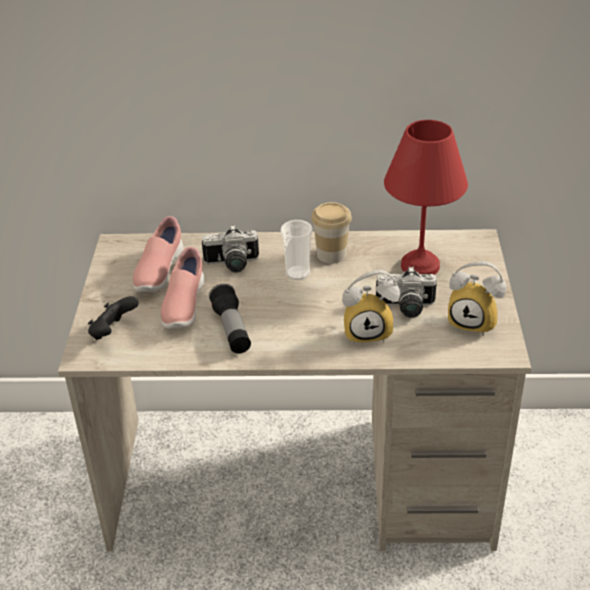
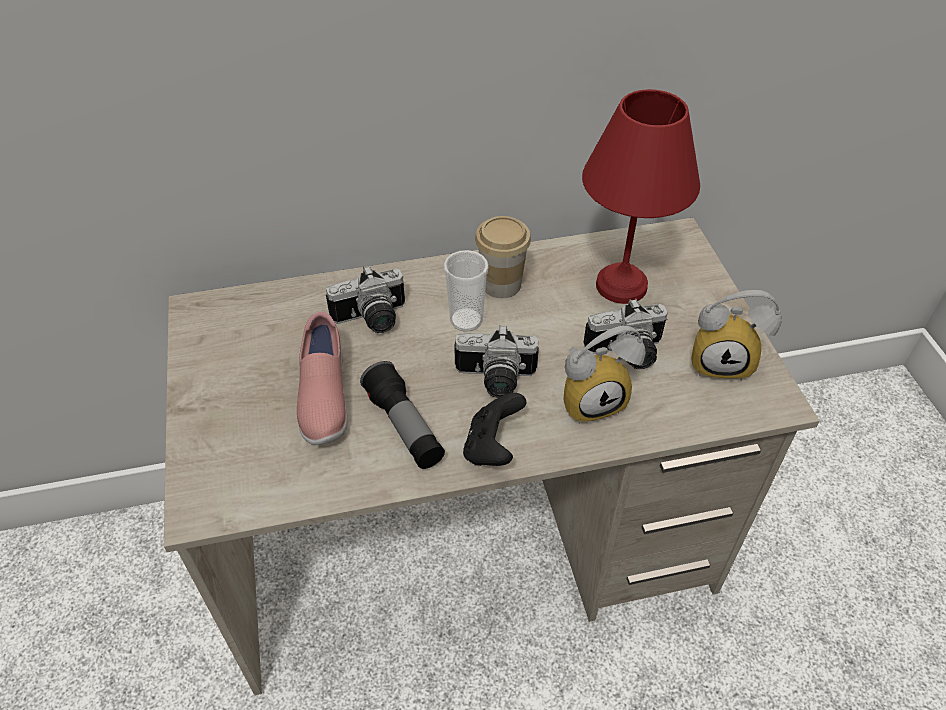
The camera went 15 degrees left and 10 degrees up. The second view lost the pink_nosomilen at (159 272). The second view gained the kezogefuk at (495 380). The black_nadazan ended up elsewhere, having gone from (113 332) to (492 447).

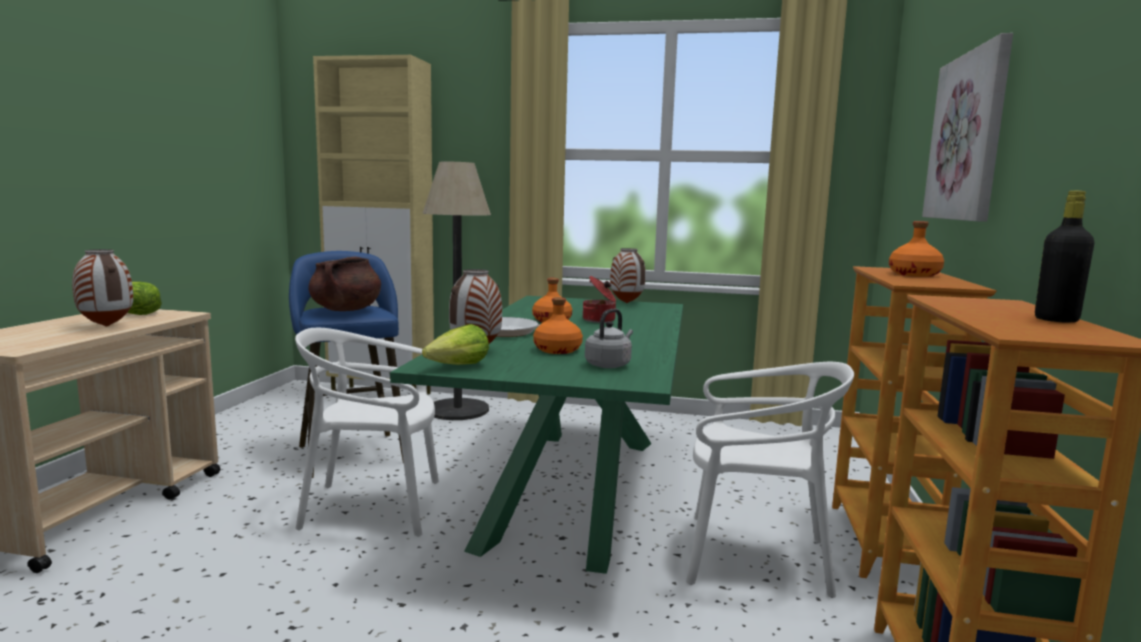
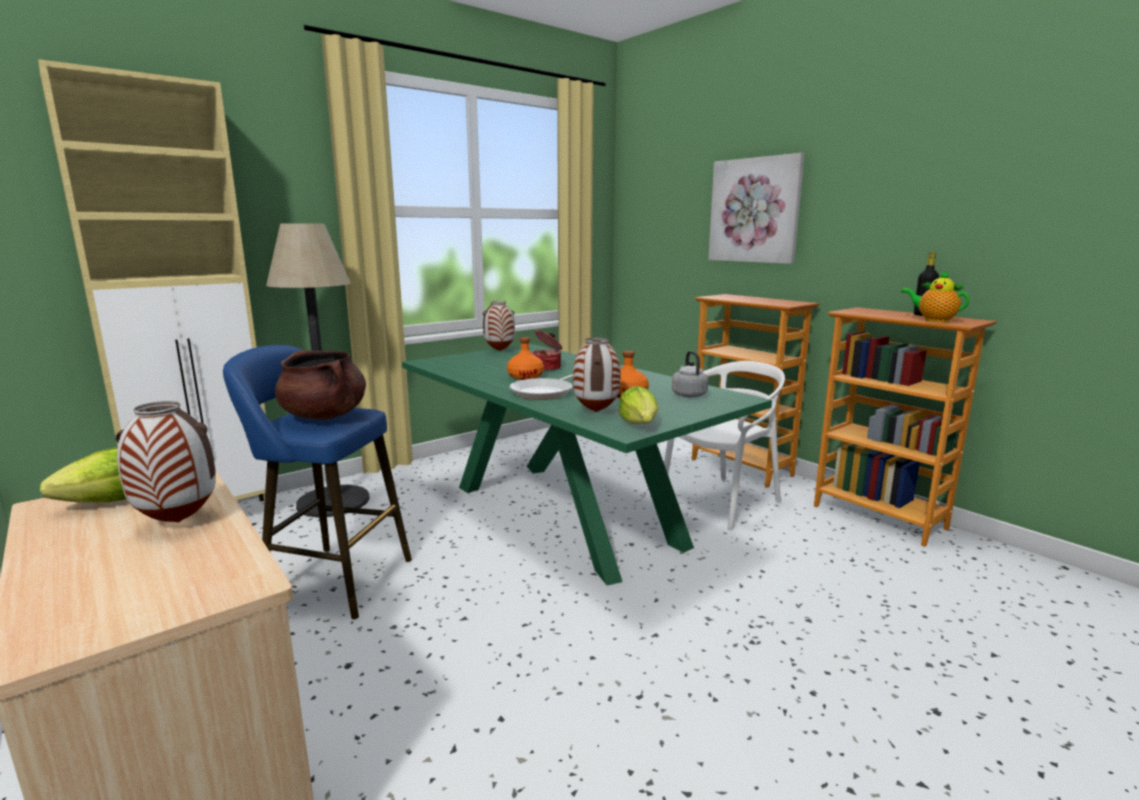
The camera went 50 degrees left and 5 degrees up. The second view lost the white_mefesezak at (374 506). The second view lost the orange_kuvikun at (914 274). The second view gained the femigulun at (933 320).

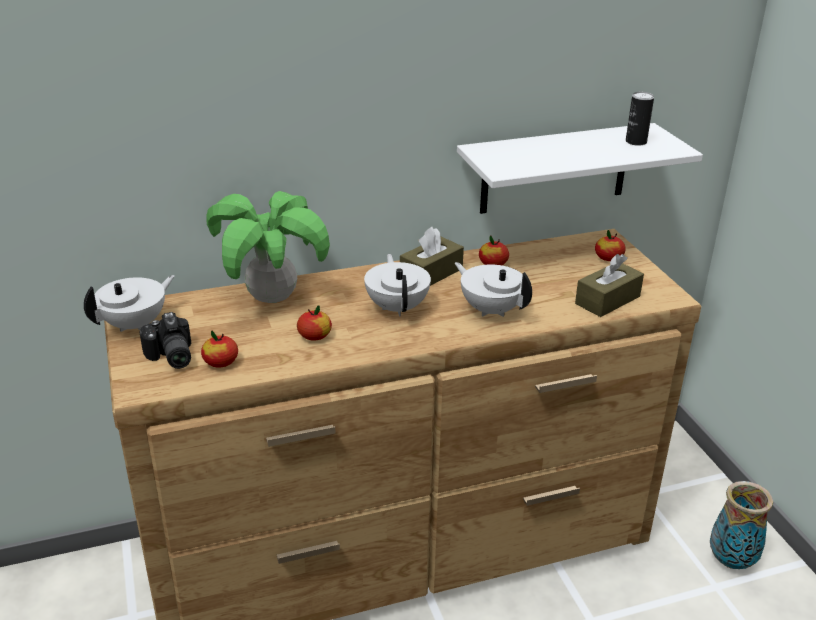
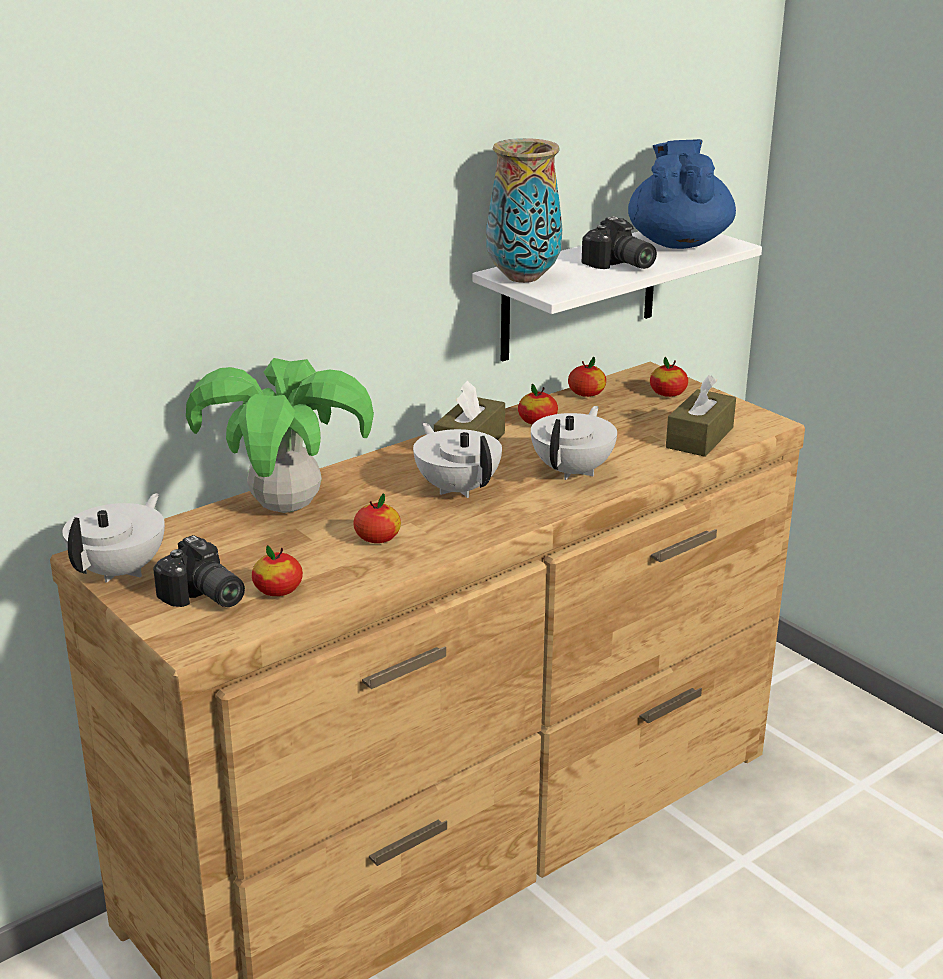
The camera went 20 degrees left and 5 degrees down. The second view gained the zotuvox at (586 393). The second view gained the kezogefuk at (619 265). The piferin ended up elsewhere, having gone from (730 561) to (522 278). Where the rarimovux stood at (636 142), the blue_femigulun came to stand at (678 243). The white_femigulun at (491 309) ended up facing another way, 90 degrees clockwise from before.

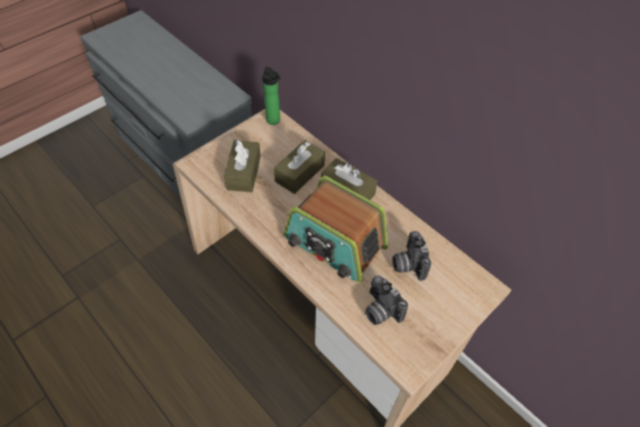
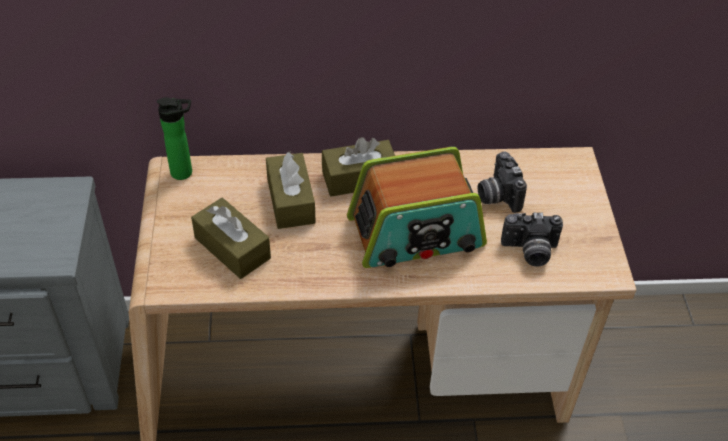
The camera went 50 degrees left and 5 degrees down. The kezogefuk at (407 264) ended up facing another way, 45 degrees clockwise from before.

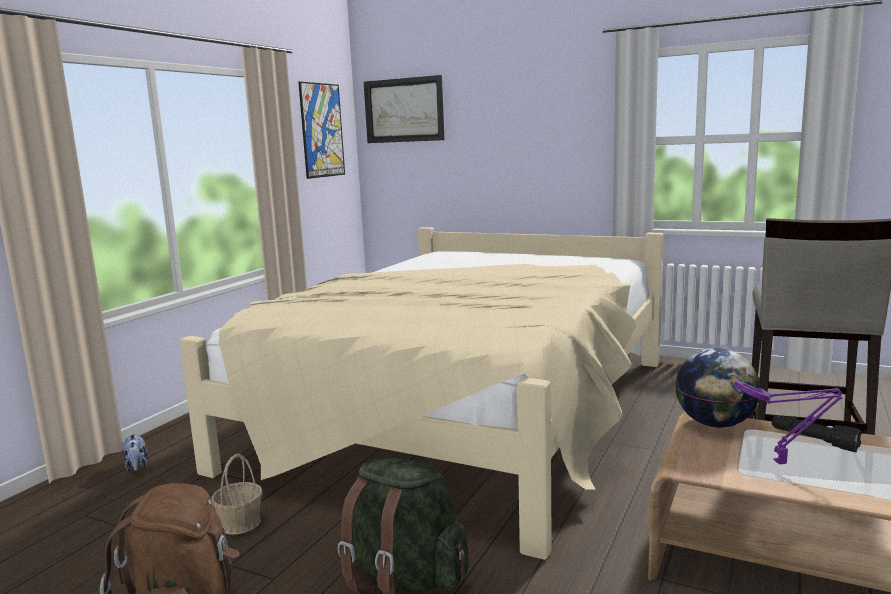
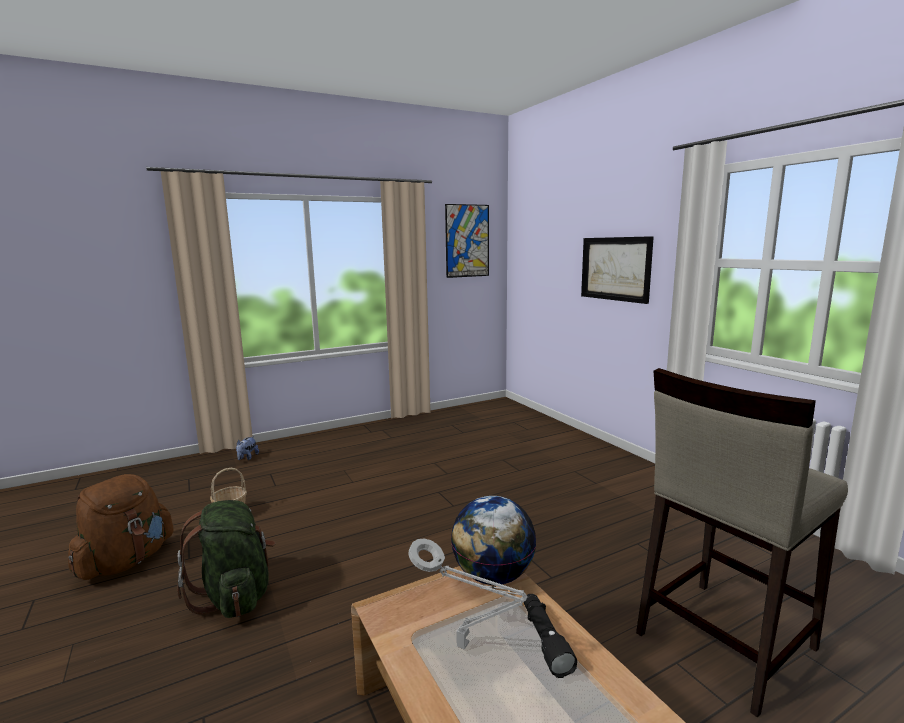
The camera went 35 degrees right and 0 degrees up. The second view lost the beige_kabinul at (466 412). The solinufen ended up elsewhere, having gone from (404 110) to (615 268). What was the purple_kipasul at (783 462) turned into the grey_kipasul at (466 647).

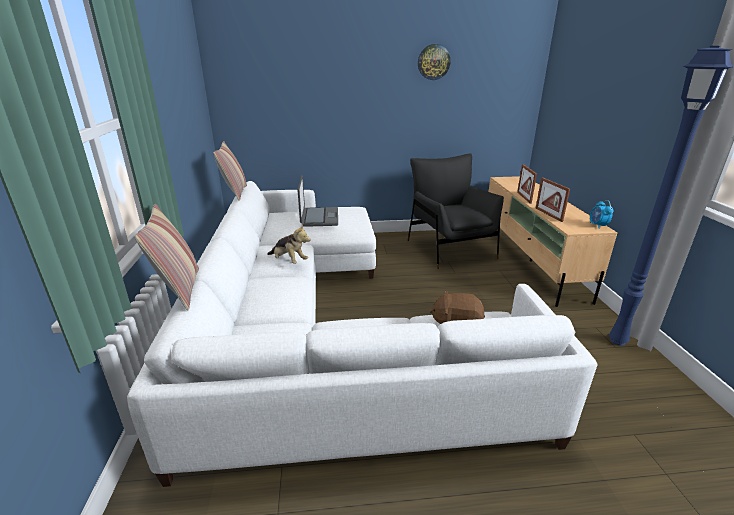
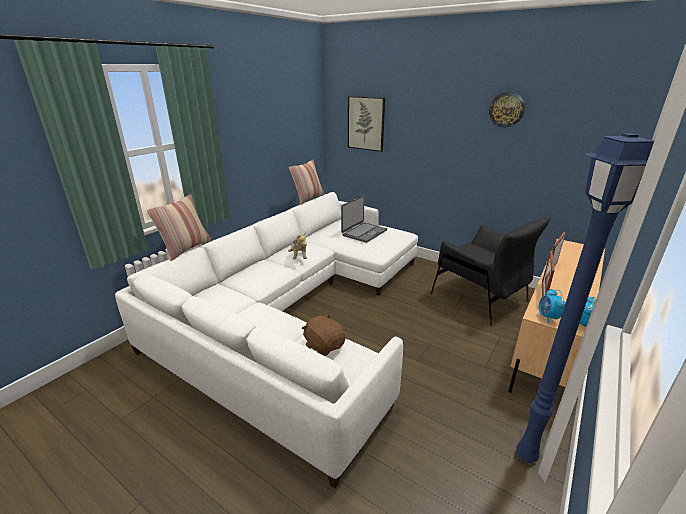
The camera went 40 degrees right and 0 degrees up. The second view gained the solinufen at (366 123). The second view gained the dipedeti at (547 317). The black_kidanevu at (450 249) ended up facing another way, 120 degrees clockwise from before.

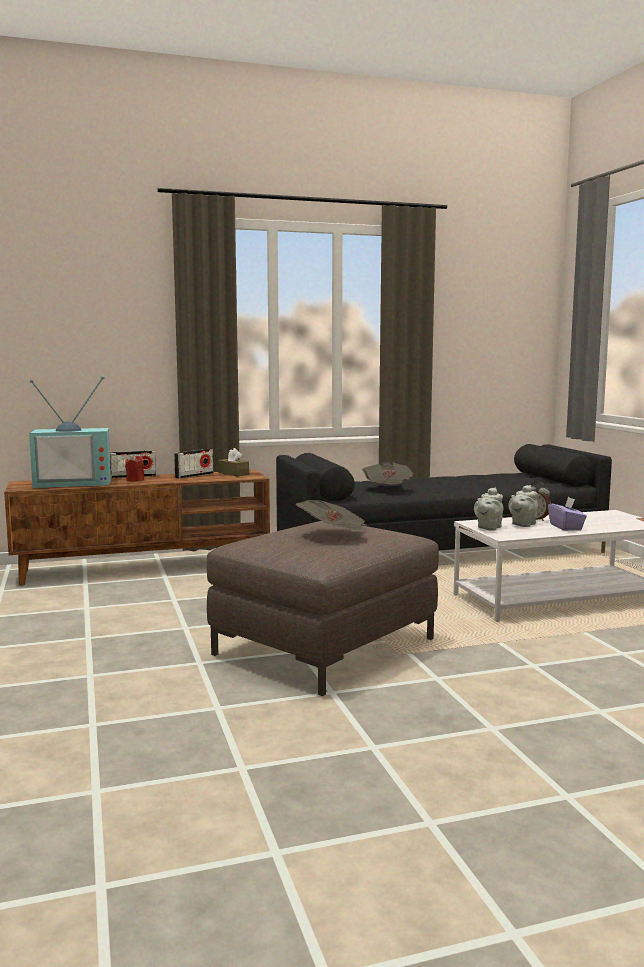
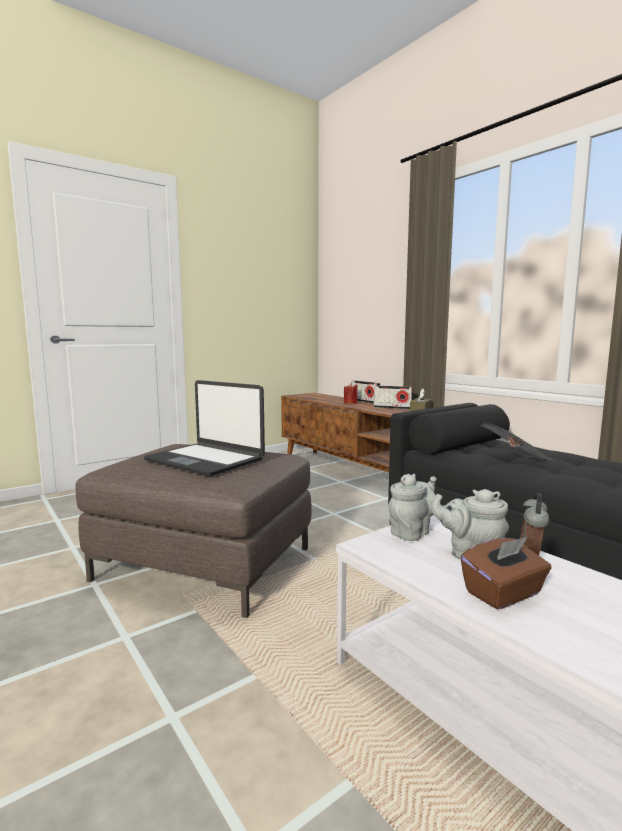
The camera went 70 degrees right and 0 degrees up. The second view lost the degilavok at (74 483). Where the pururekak stood at (334 535), the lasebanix came to stand at (205 460). What was the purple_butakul at (566 527) turned into the brown_butakul at (504 593). The grey_femigulun at (488 528) ended up facing another way, 120 degrees clockwise from before.

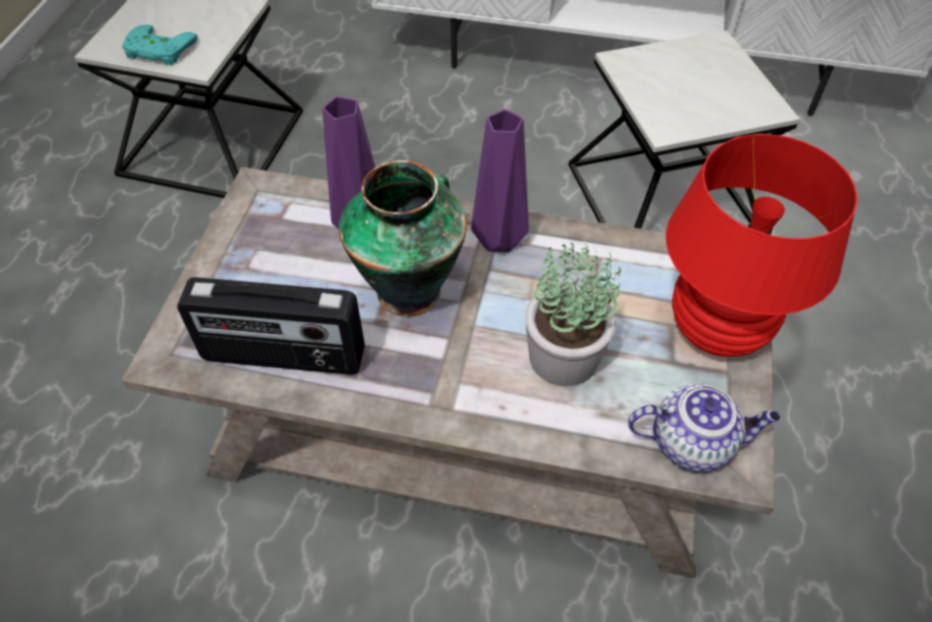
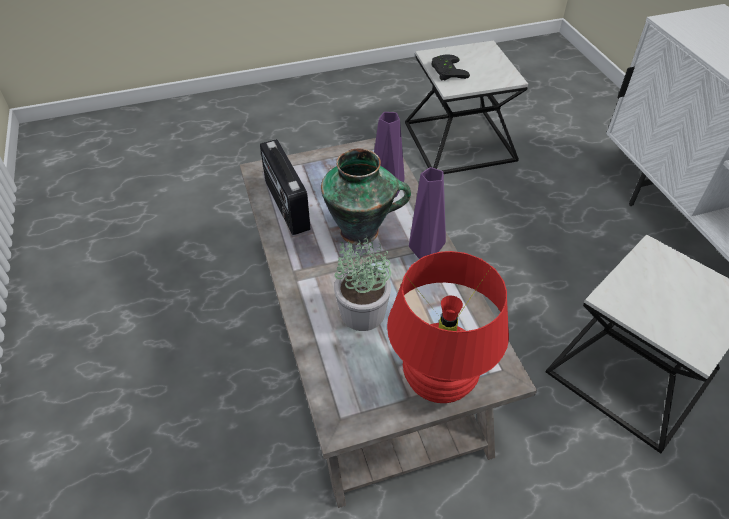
The camera went 60 degrees right and 5 degrees down. The second view lost the femigulun at (693 442). What was the turquoise_nadazan at (158 51) turned into the black_nadazan at (446 71).

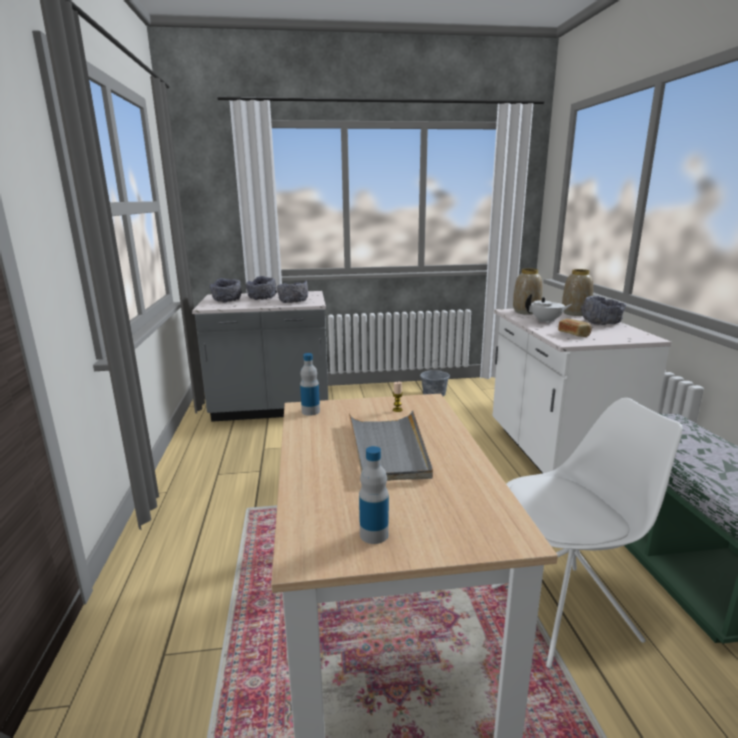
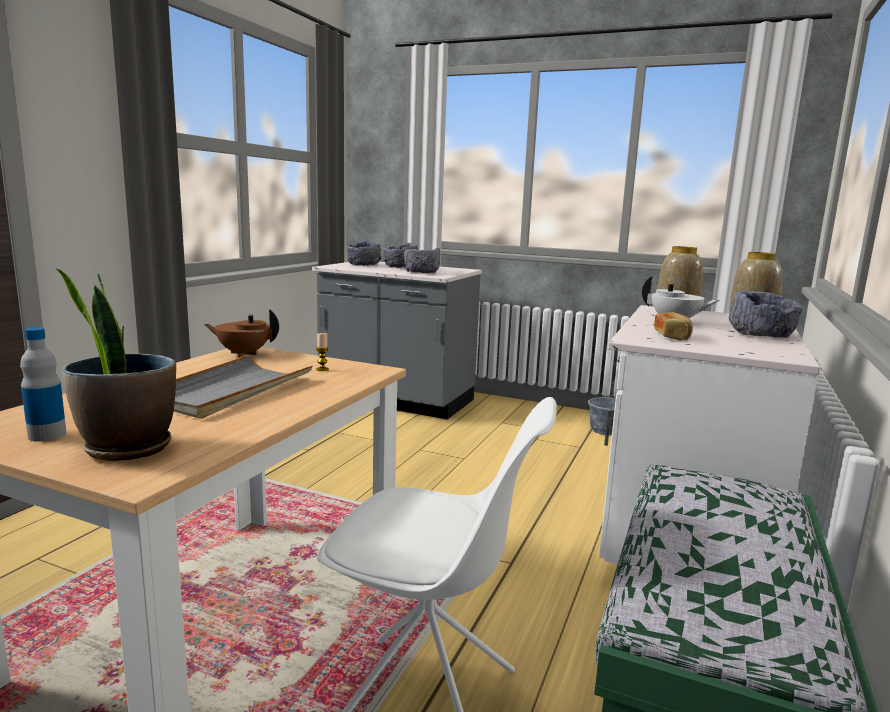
The camera went 30 degrees right and 5 degrees down. The second view gained the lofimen at (127 448). Where the kuvikun stood at (310 411), the brown_femigulun came to stand at (243 353).

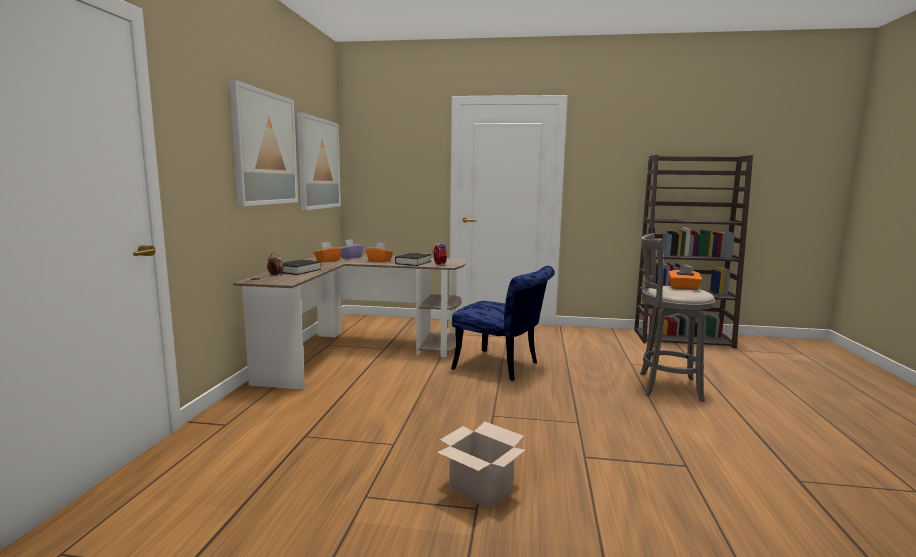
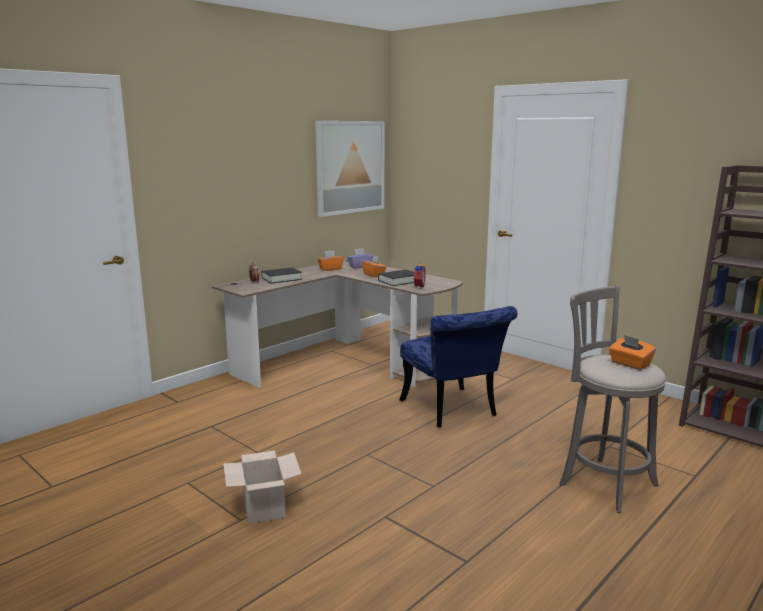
The camera went 35 degrees right and 5 degrees up. The second view lost the solinufen at (265 148).

